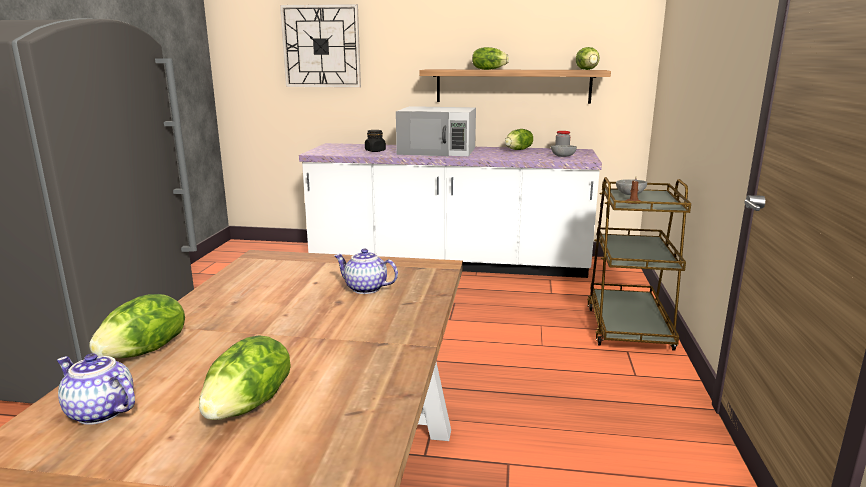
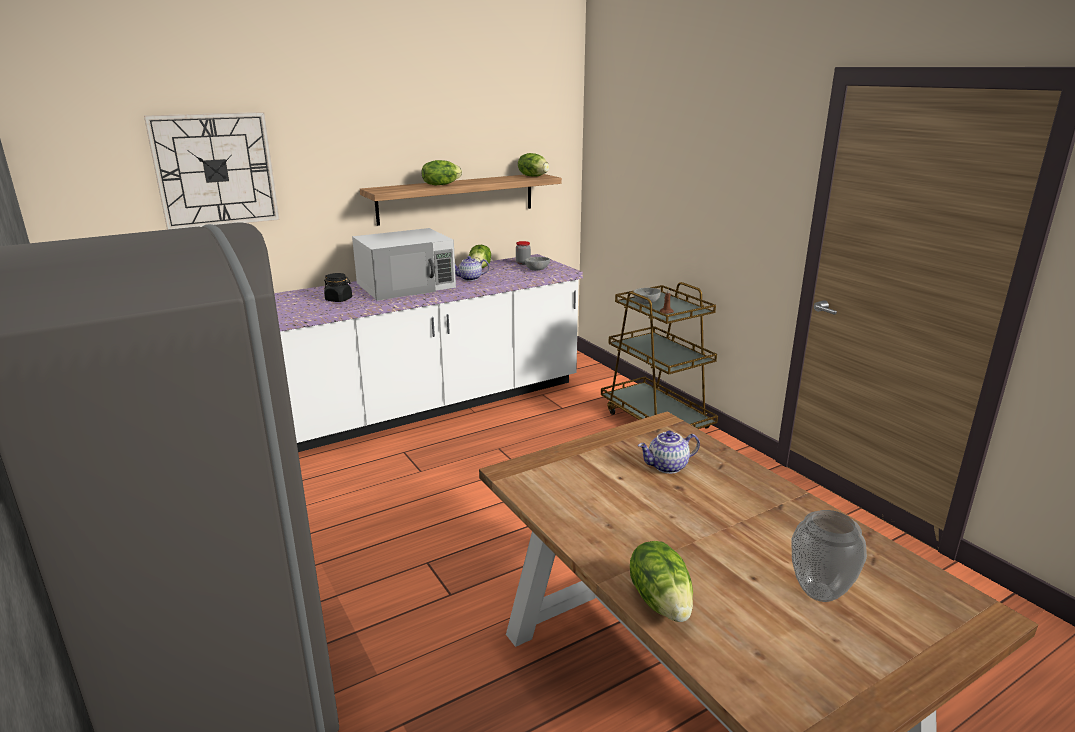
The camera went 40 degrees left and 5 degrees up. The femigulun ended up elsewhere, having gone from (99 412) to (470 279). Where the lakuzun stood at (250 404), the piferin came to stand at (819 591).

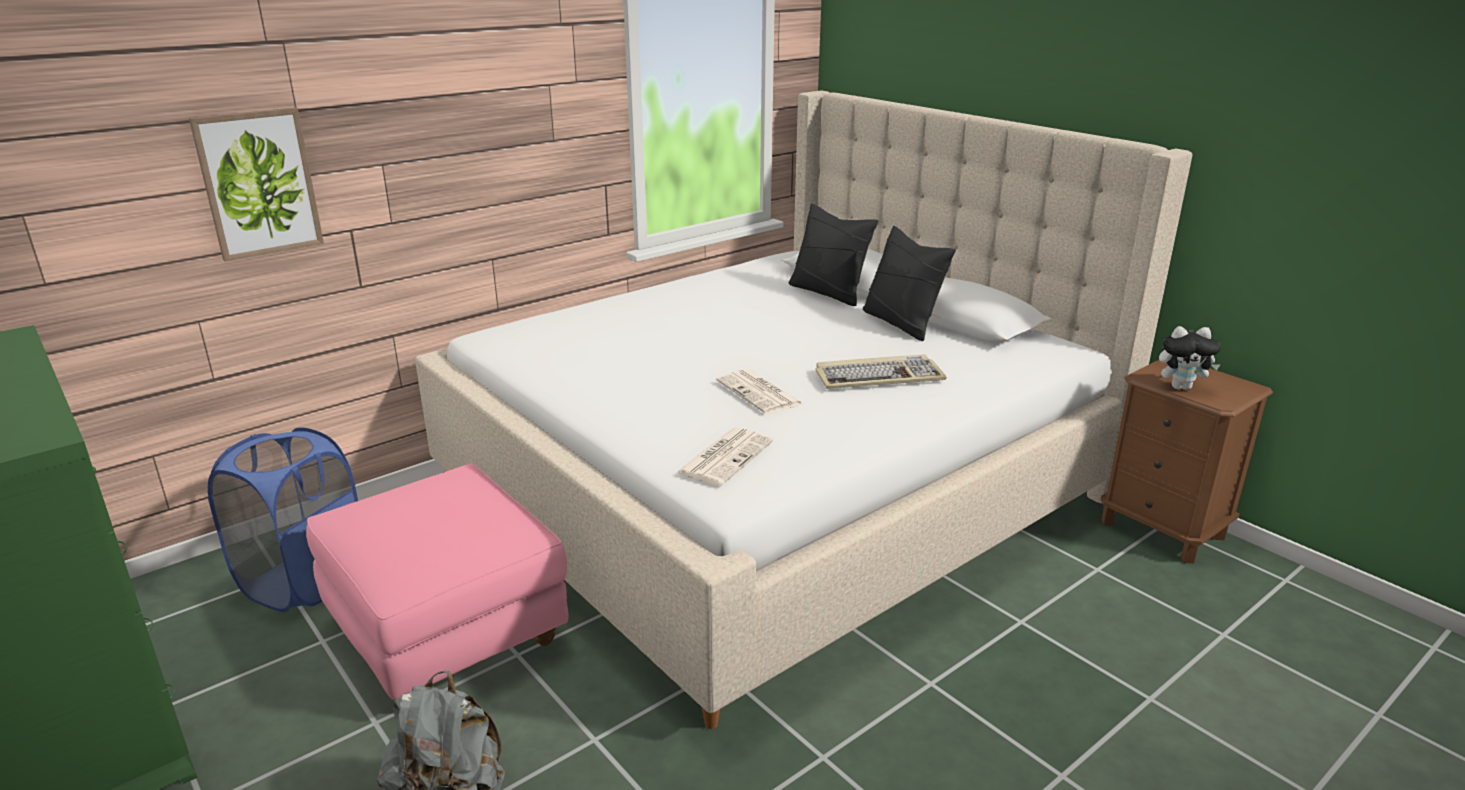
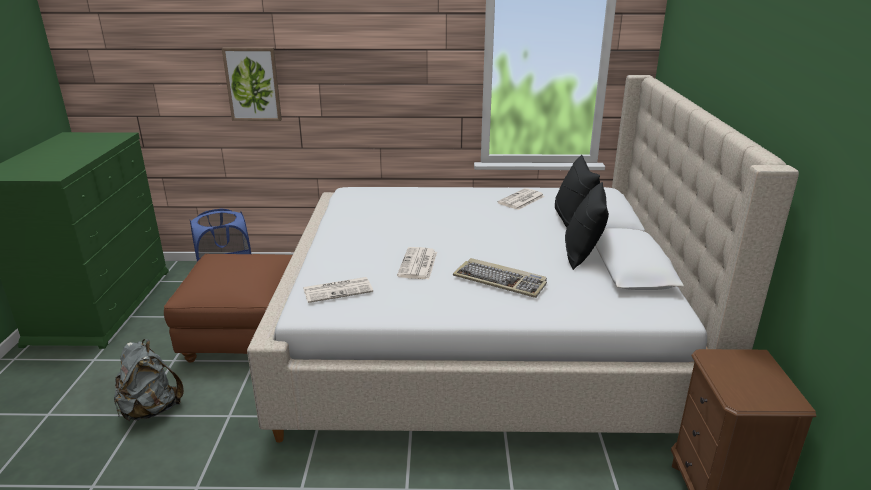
The camera went 40 degrees right and 0 degrees up. The second view lost the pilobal at (1181 387). The second view gained the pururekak at (521 200). What was the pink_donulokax at (449 633) turned into the brown_donulokax at (244 337).

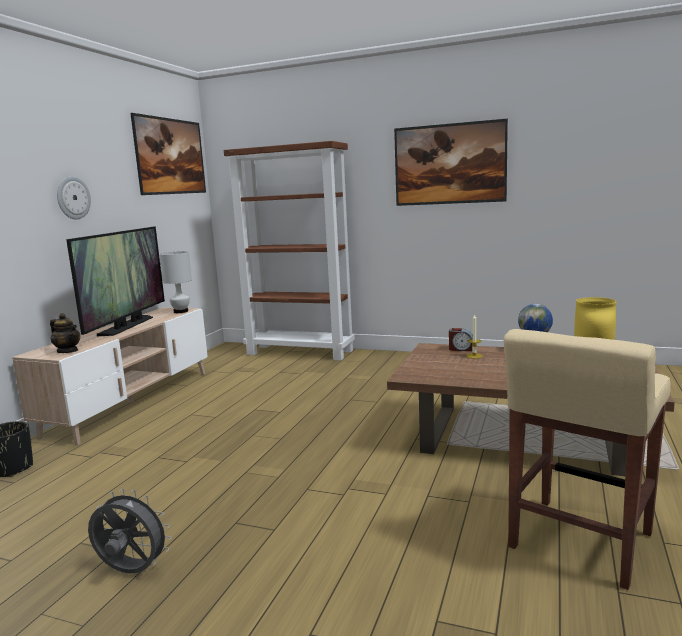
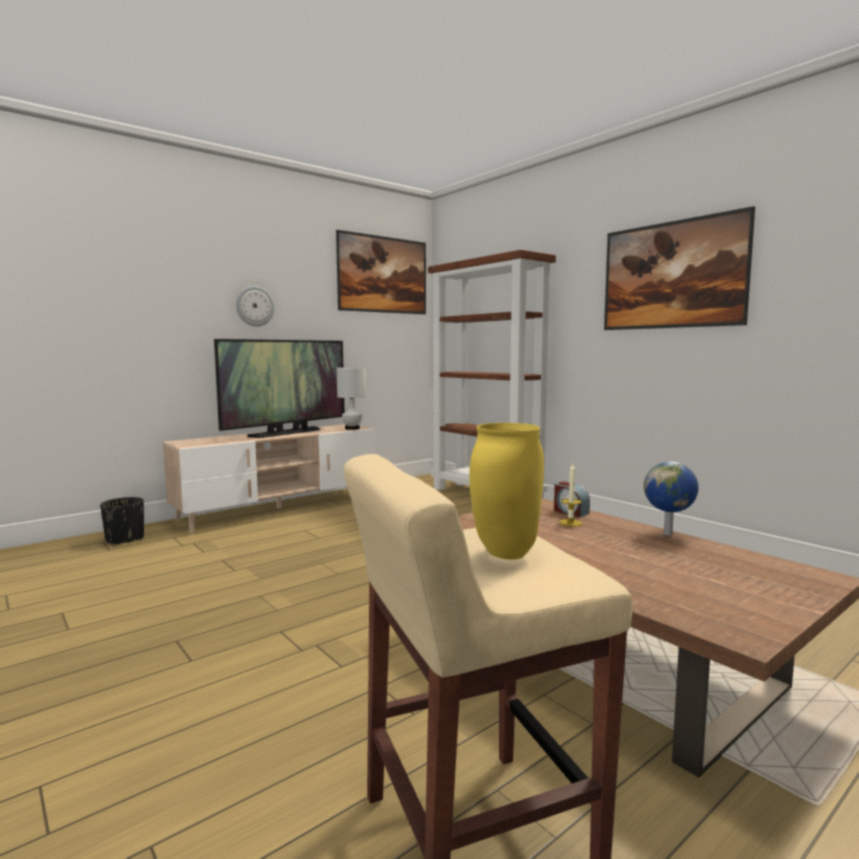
The camera went 30 degrees right and 5 degrees down. The second view lost the femigulun at (68 351). The second view lost the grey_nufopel at (131 572).

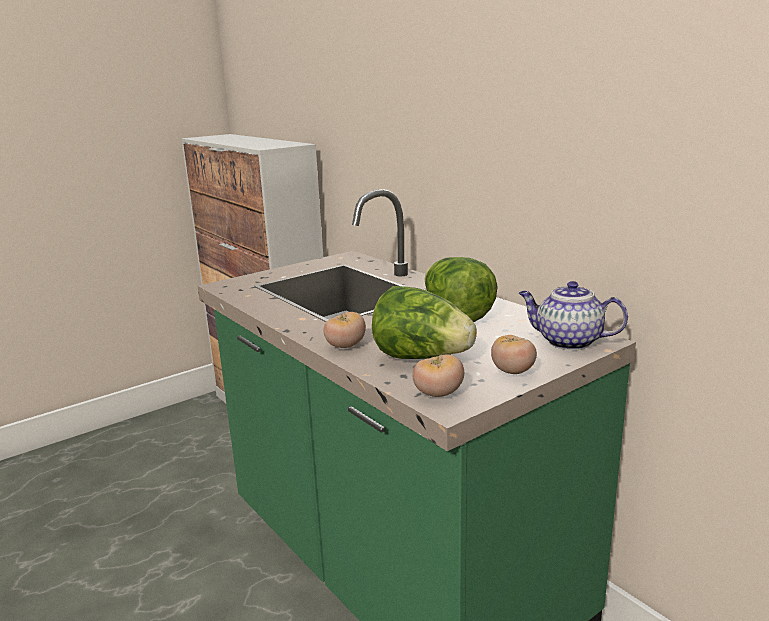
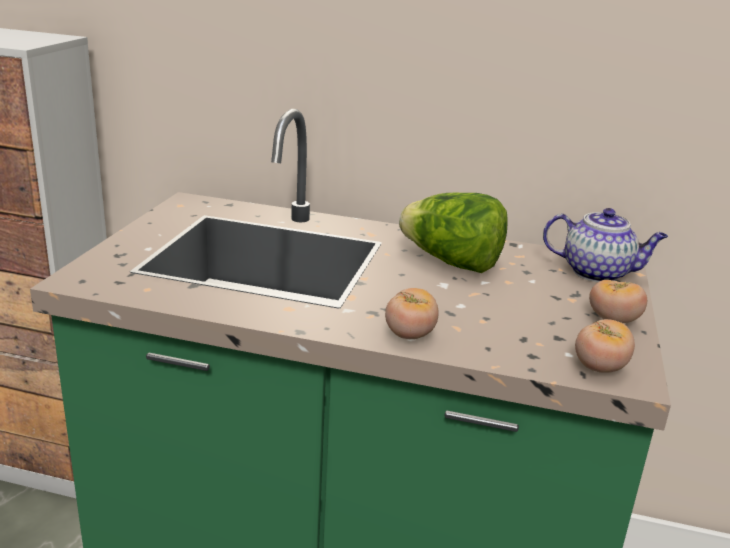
The camera went 40 degrees left and 5 degrees up. The second view lost the lakuzun at (422 357). The femigulun at (567 341) ended up facing another way, 150 degrees counterclockwise from before.

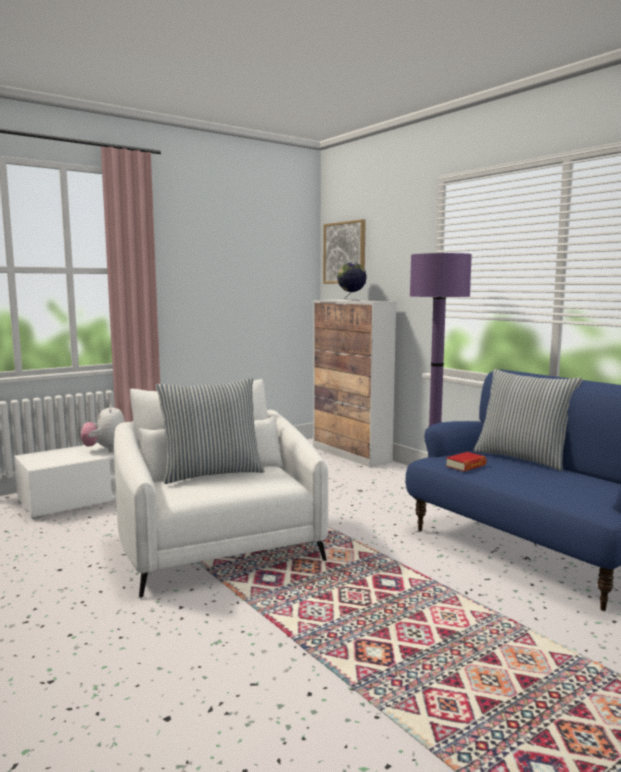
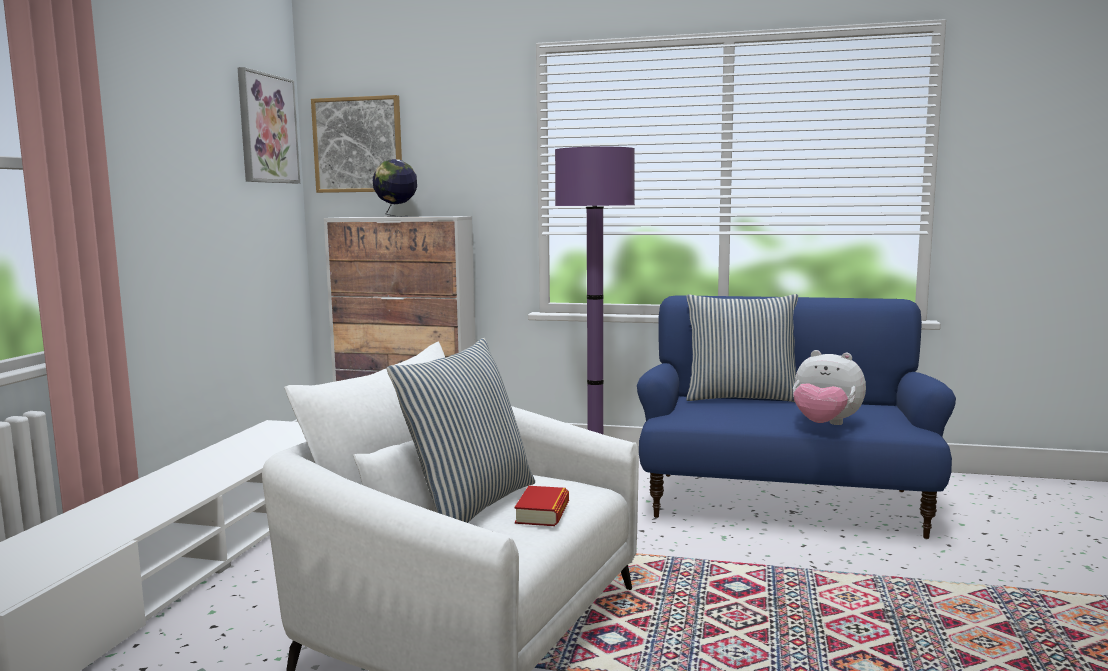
The camera went 40 degrees left and 0 degrees up. The second view gained the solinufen at (267 129). The pilobal ended up elsewhere, having gone from (106 450) to (825 425). The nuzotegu ended up elsewhere, having gone from (466 466) to (542 513).

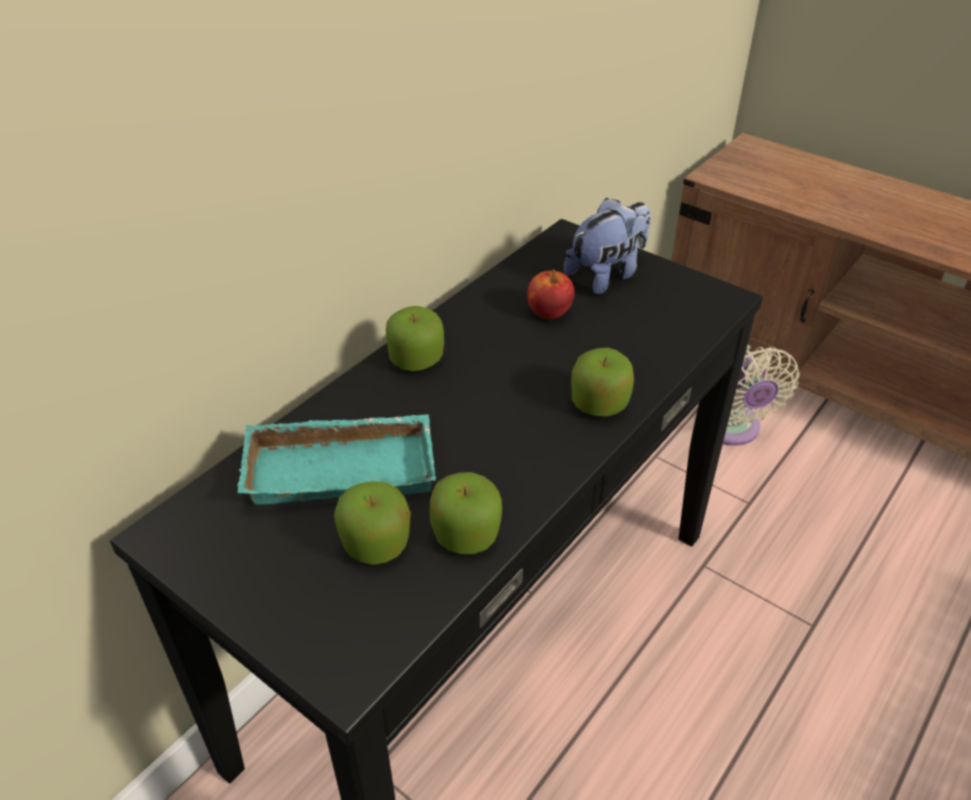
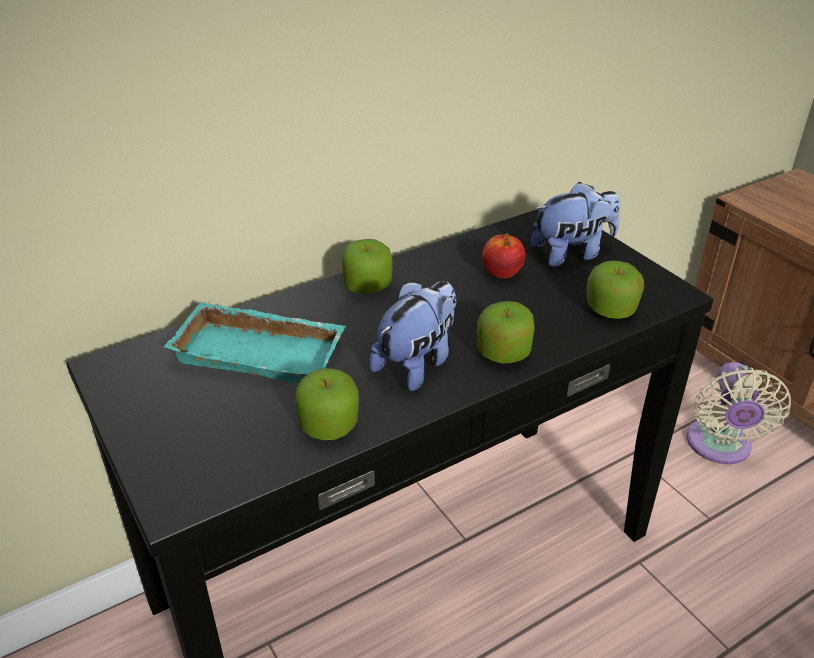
The camera went 20 degrees right and 5 degrees down. The second view gained the pilobal at (417 363). The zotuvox ended up elsewhere, having gone from (376 543) to (610 310).

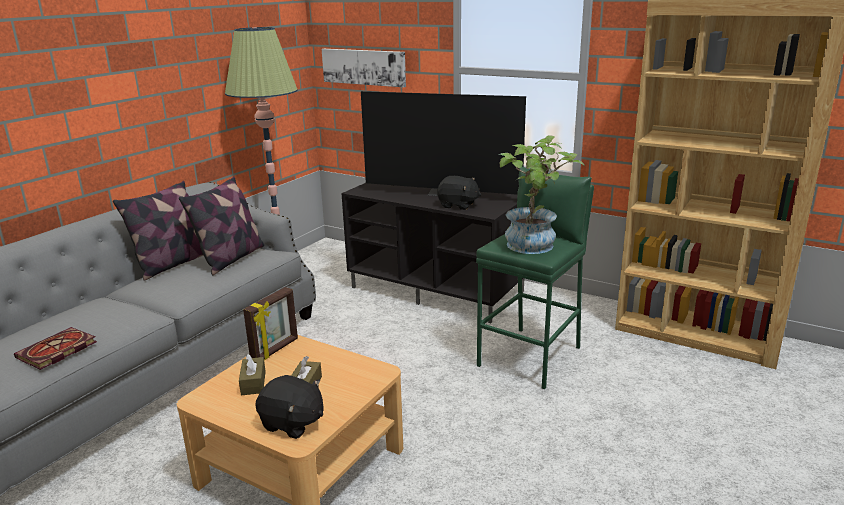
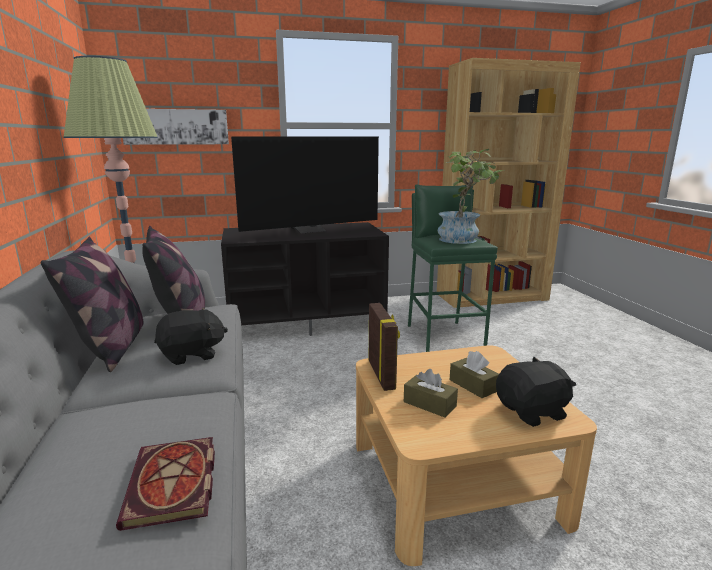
The camera went 45 degrees left and 5 degrees down. The black_pilobal ended up elsewhere, having gone from (458 205) to (192 354).

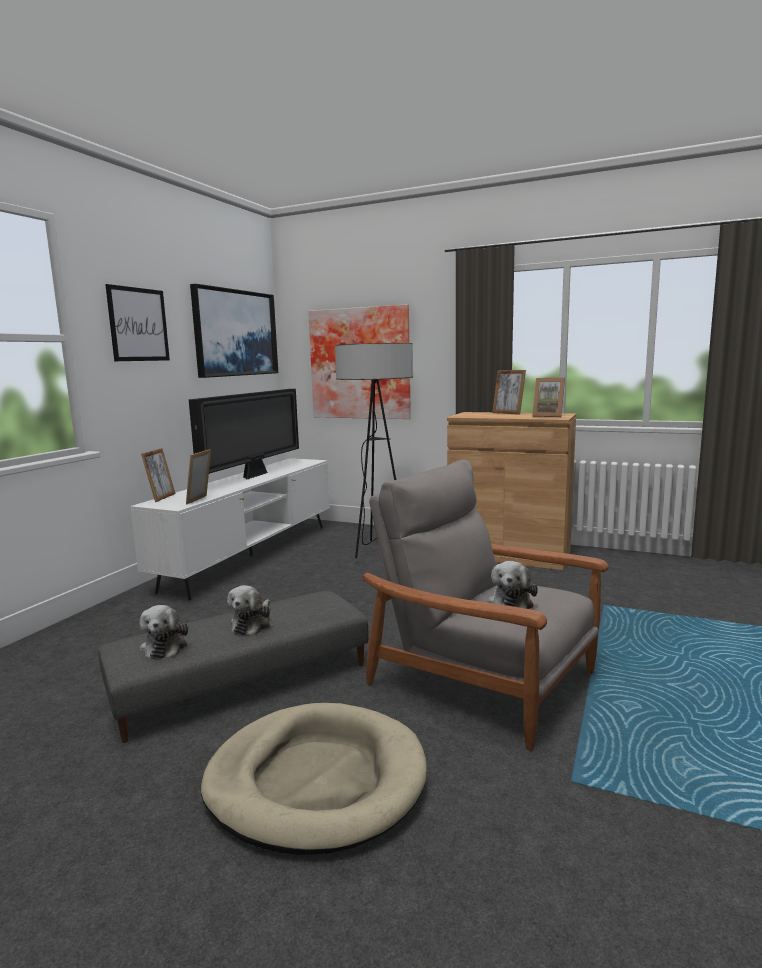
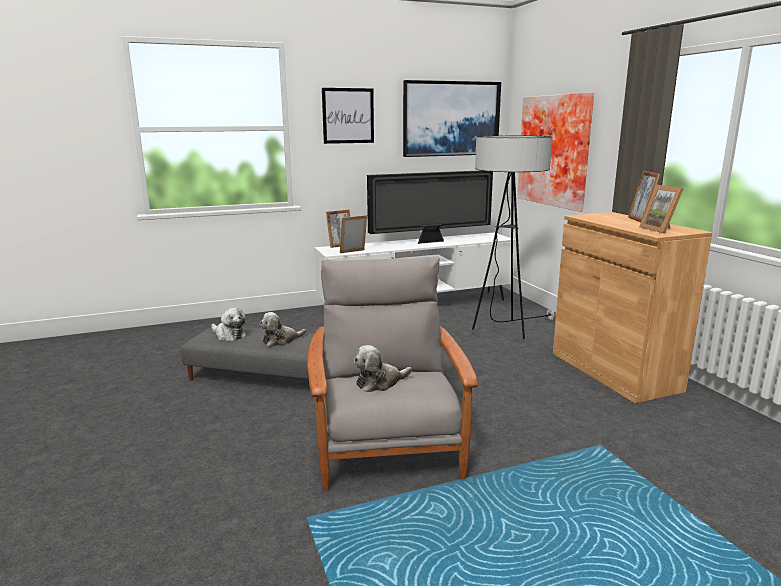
The camera went 45 degrees right and 5 degrees up. The second view lost the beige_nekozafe at (316 781). The pilobal at (165 646) ended up facing another way, 90 degrees counterclockwise from before.

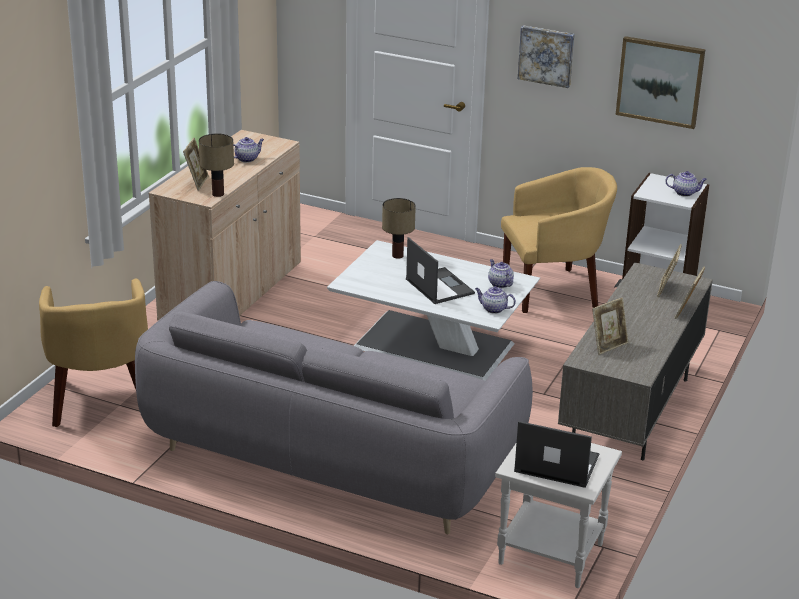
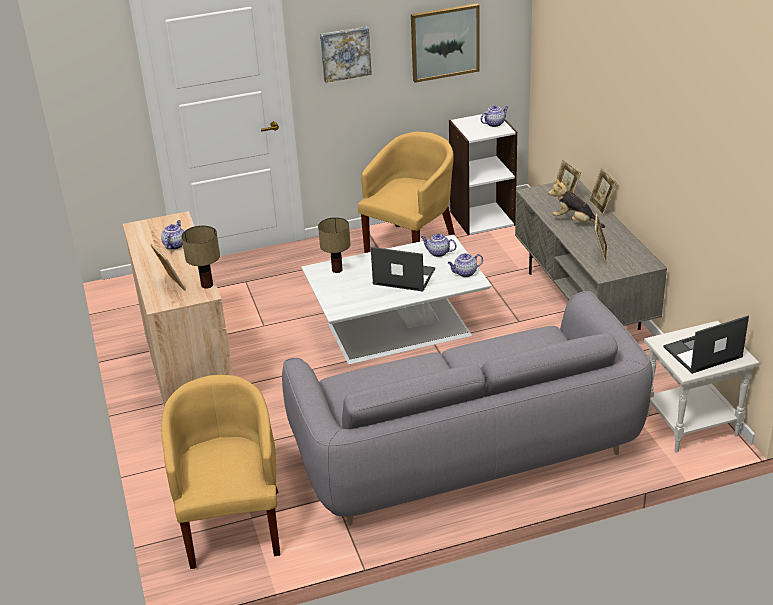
The camera went 40 degrees left and 5 degrees up. The second view gained the pilobal at (574 222). The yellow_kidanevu at (101 401) ended up facing another way, 135 degrees counterclockwise from before.

